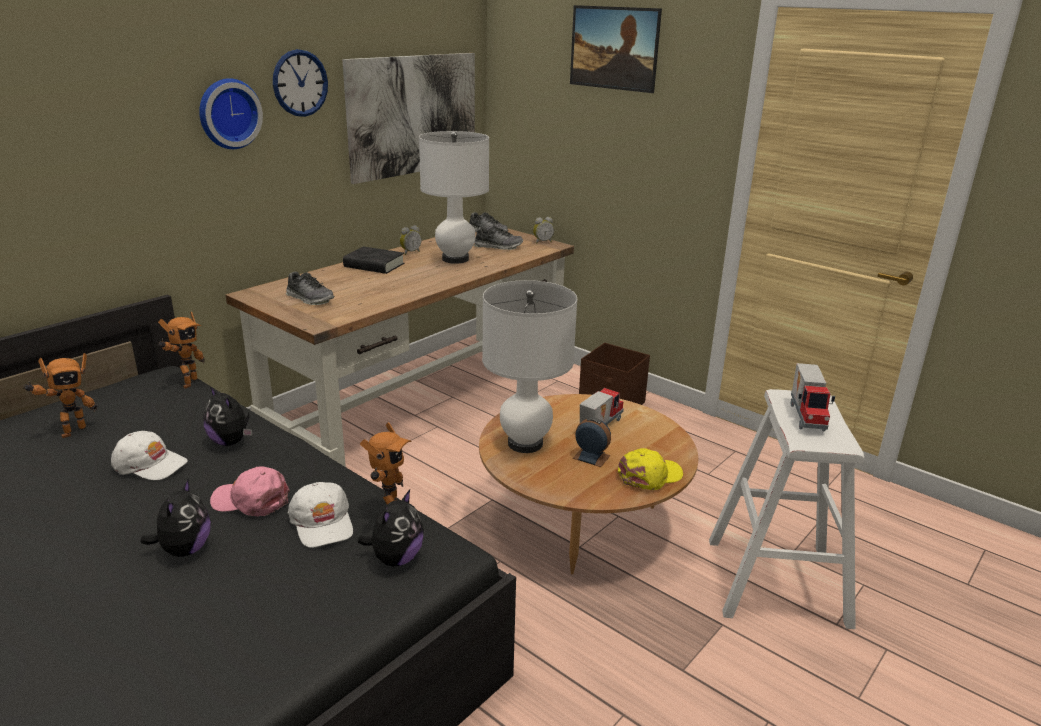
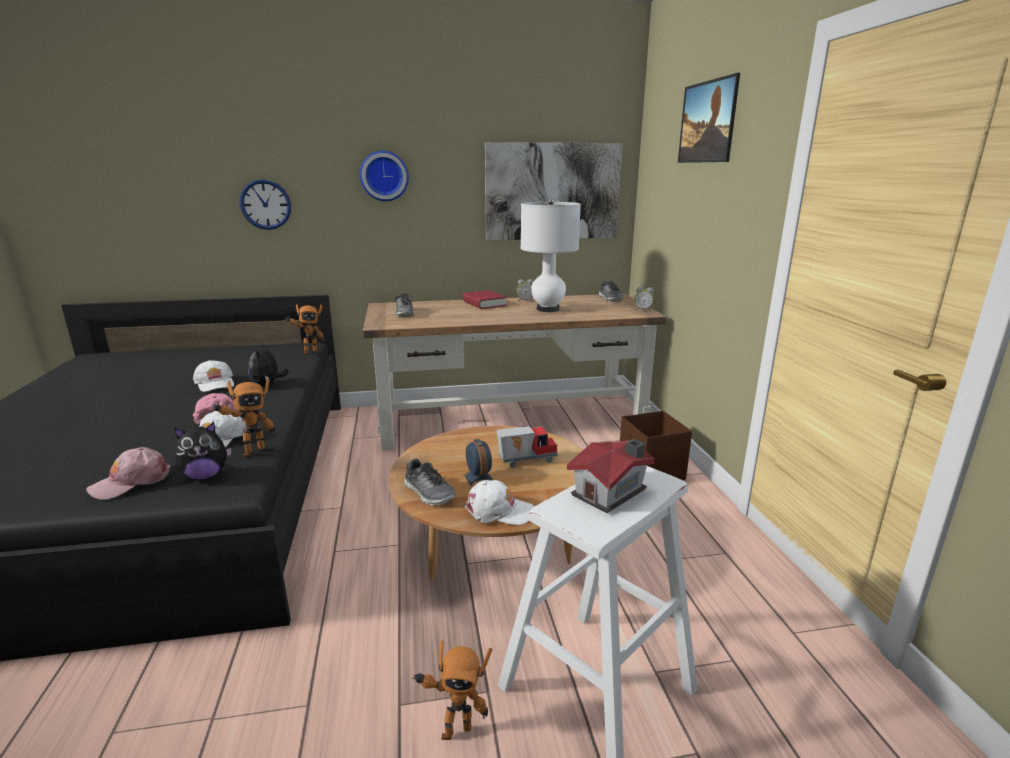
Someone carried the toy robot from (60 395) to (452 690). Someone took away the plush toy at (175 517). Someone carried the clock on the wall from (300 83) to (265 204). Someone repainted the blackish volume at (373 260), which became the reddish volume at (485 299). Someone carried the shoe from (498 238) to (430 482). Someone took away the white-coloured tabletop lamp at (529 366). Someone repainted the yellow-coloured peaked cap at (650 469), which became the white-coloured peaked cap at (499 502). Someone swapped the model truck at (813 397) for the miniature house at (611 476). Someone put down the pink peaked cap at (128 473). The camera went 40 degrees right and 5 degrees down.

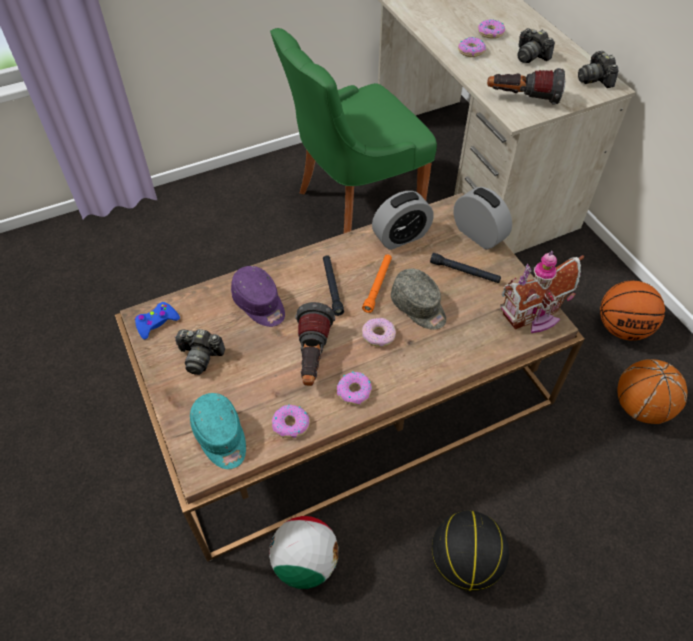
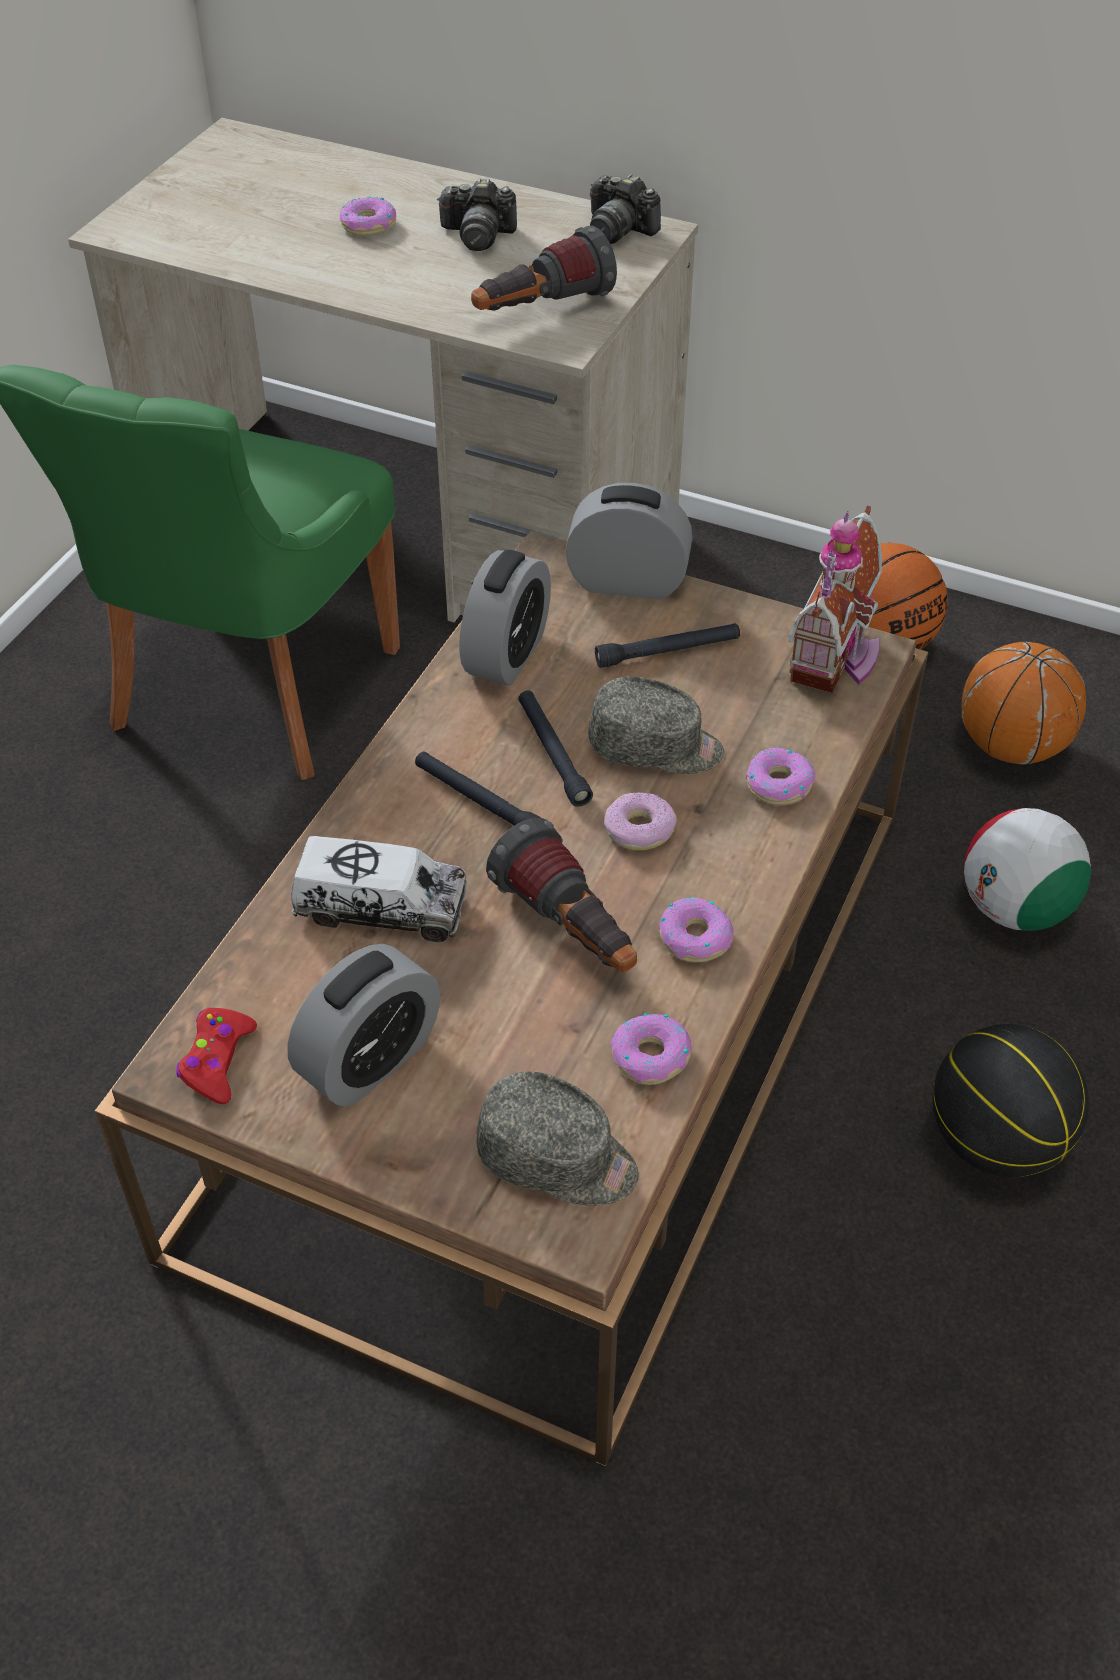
Someone repainted the bluish gamepad at (157 320), which became the reddish gamepad at (216 1056). Someone swapped the photo camera at (200 352) for the alarm clock at (363 1025). Someone repainted the blue-green peaked cap at (218 431), which became the grey peaked cap at (557 1138). Someone swapped the purple peaked cap at (258 296) for the model truck at (379 889). Someone carried the ball for football from (304 552) to (1027 869). Someone repainted the orange hand torch at (377 283), which became the blackish hand torch at (555 748). Someone carried the donut from (472 47) to (780 776). The camera went 40 degrees left and 5 degrees down.

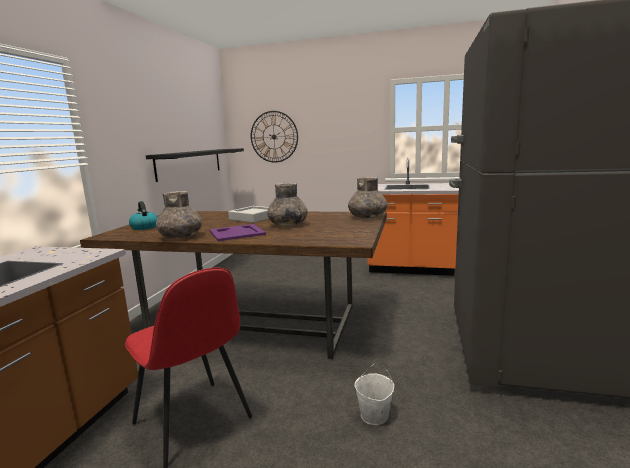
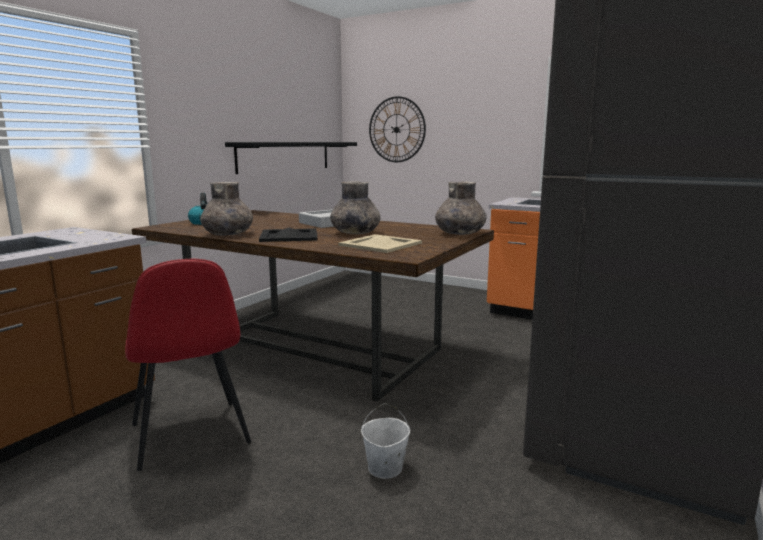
Someone repainted the purple serving tray at (238 232), which became the blackish serving tray at (288 235). Someone put down the sand-coloured serving tray at (380 243). The camera went 15 degrees right and 0 degrees up.

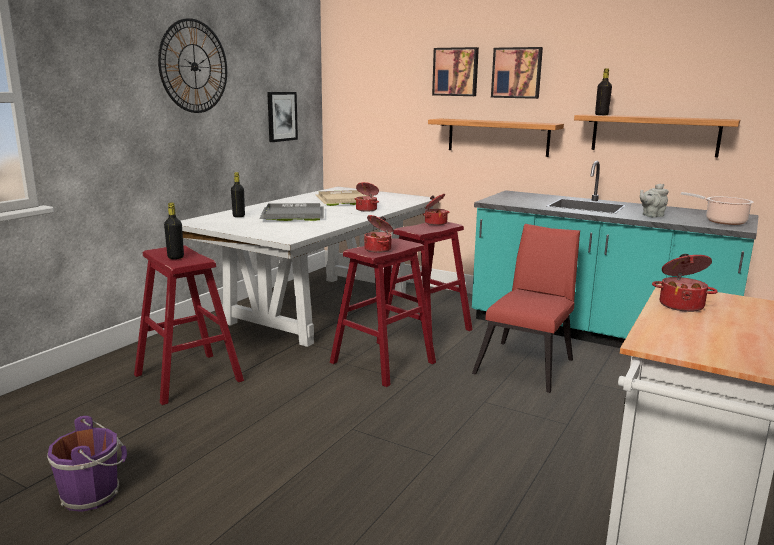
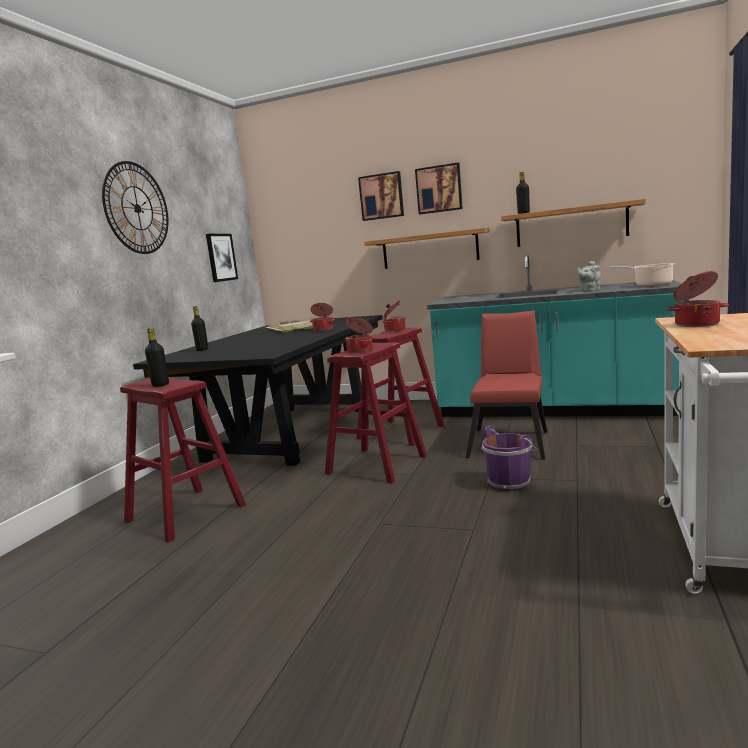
Someone carried the purple pail from (87 464) to (509 458). Someone repainted the white-coloured dinner table at (310 267), which became the blackish dinner table at (258 390). Someone took away the grey serving tray at (291 212). The camera went 10 degrees left and 5 degrees down.

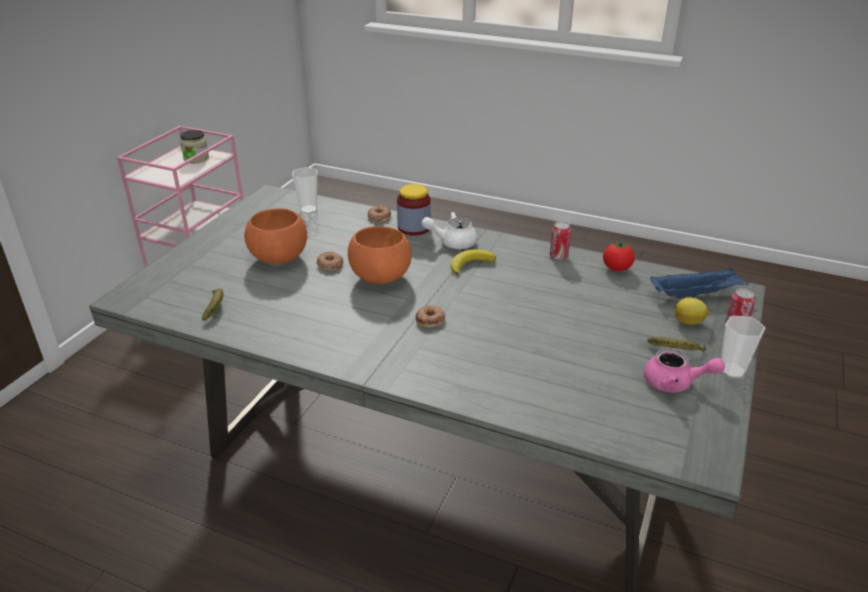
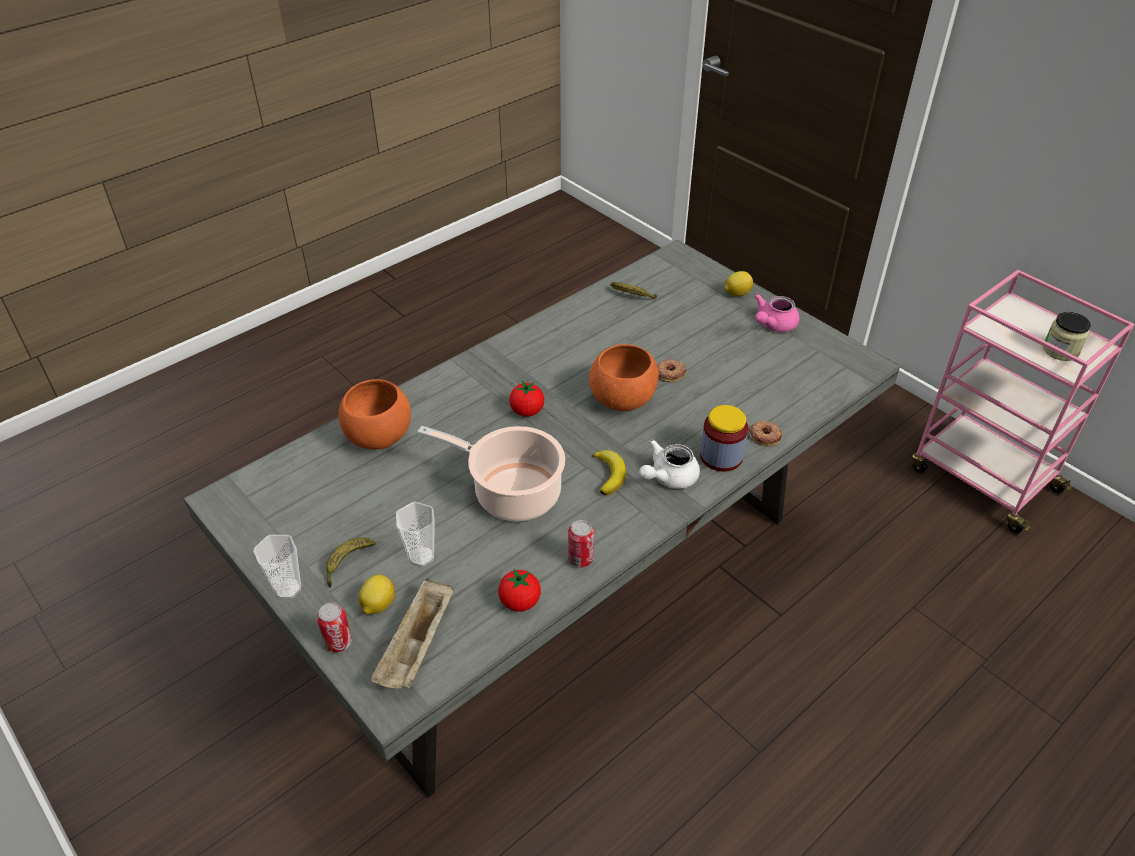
Someone carried the orange deep dish from (275 236) to (375 414). Someone carried the cup from (305 190) to (415 534). Someone swapped the donut at (430 316) for the whole tomato at (526 398). Someone rotated the white-coloured teapot at (449 230) by 150 degrees counterclockwise. Someone carried the pink teapot from (684 370) to (777 313). Someone repainted the bluish serving tray at (699 283), which became the sand-coloured serving tray at (412 633). Someone put down the stockpot at (491 473). Someone put down the lemon at (738 284). The camera went 115 degrees right and 10 degrees up.

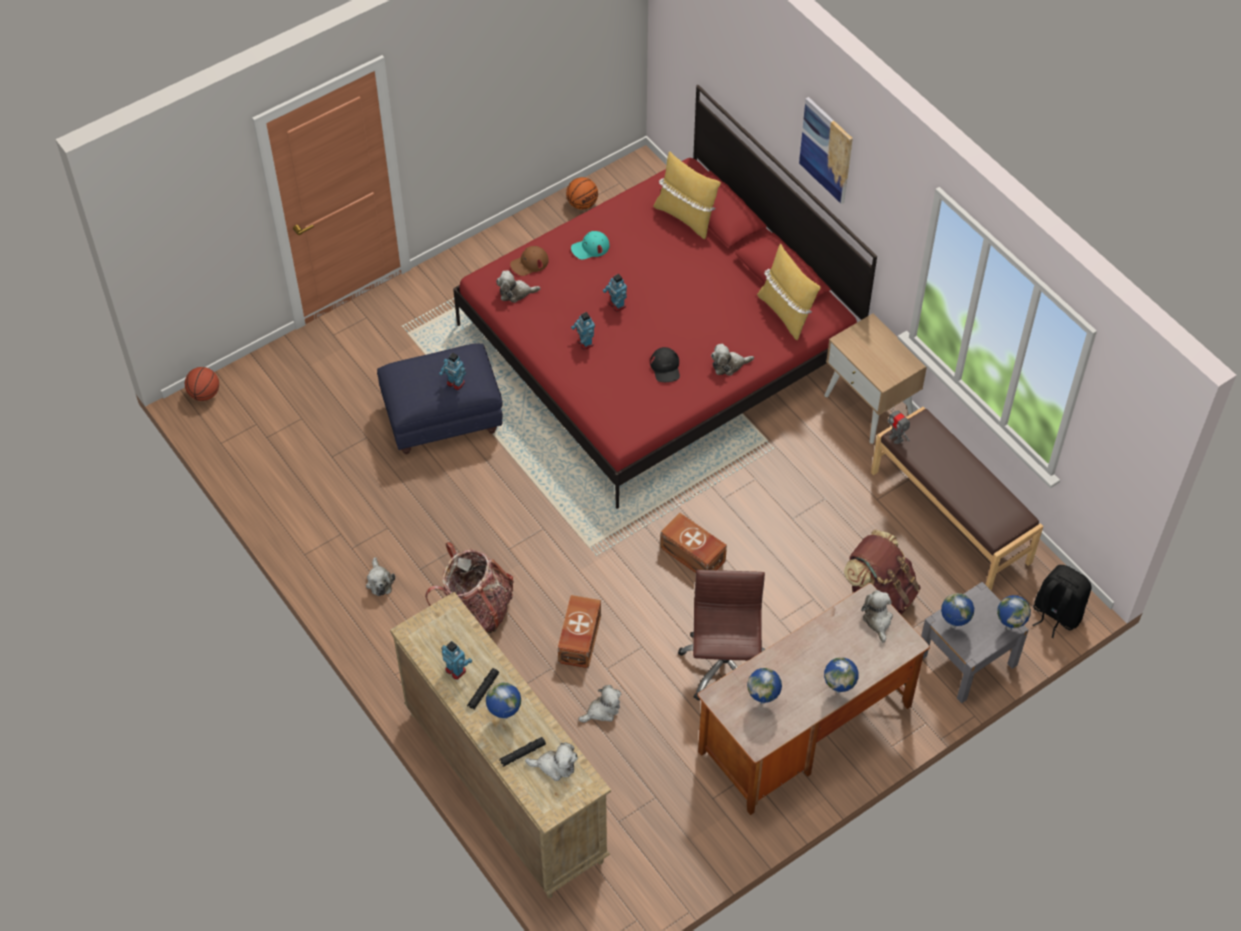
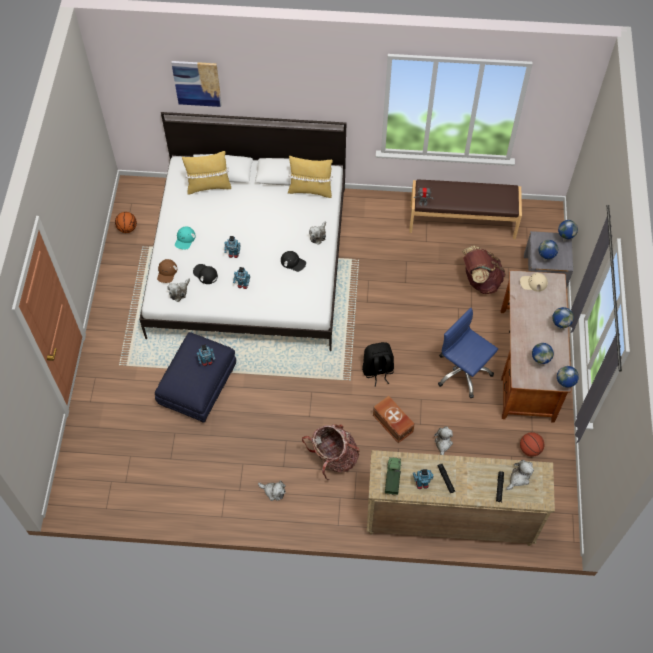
Someone carried the ball for basketball from (202 384) to (532 444). Someone repainted the reddish bed at (665 297), which became the white-coloured bed at (242 231). Someone carried the globe from (503 700) to (568 377). Someone took away the brown storage bin at (693 543). Someone repainted the brown office chair at (722 635), which became the bluish office chair at (468 353). Someone carried the picture from (826 150) to (196 84). Someone took away the sand-coloured night table at (875 378). Someone swapped the plush toy at (877 616) for the sand-coloured peaked cap at (534 282). Someone carried the blackish knapsack from (1062 601) to (378 364). Someone put down the blackish peaked cap at (205 274). Someone put down the model truck at (393 476). The camera went 50 degrees left and 5 degrees up.

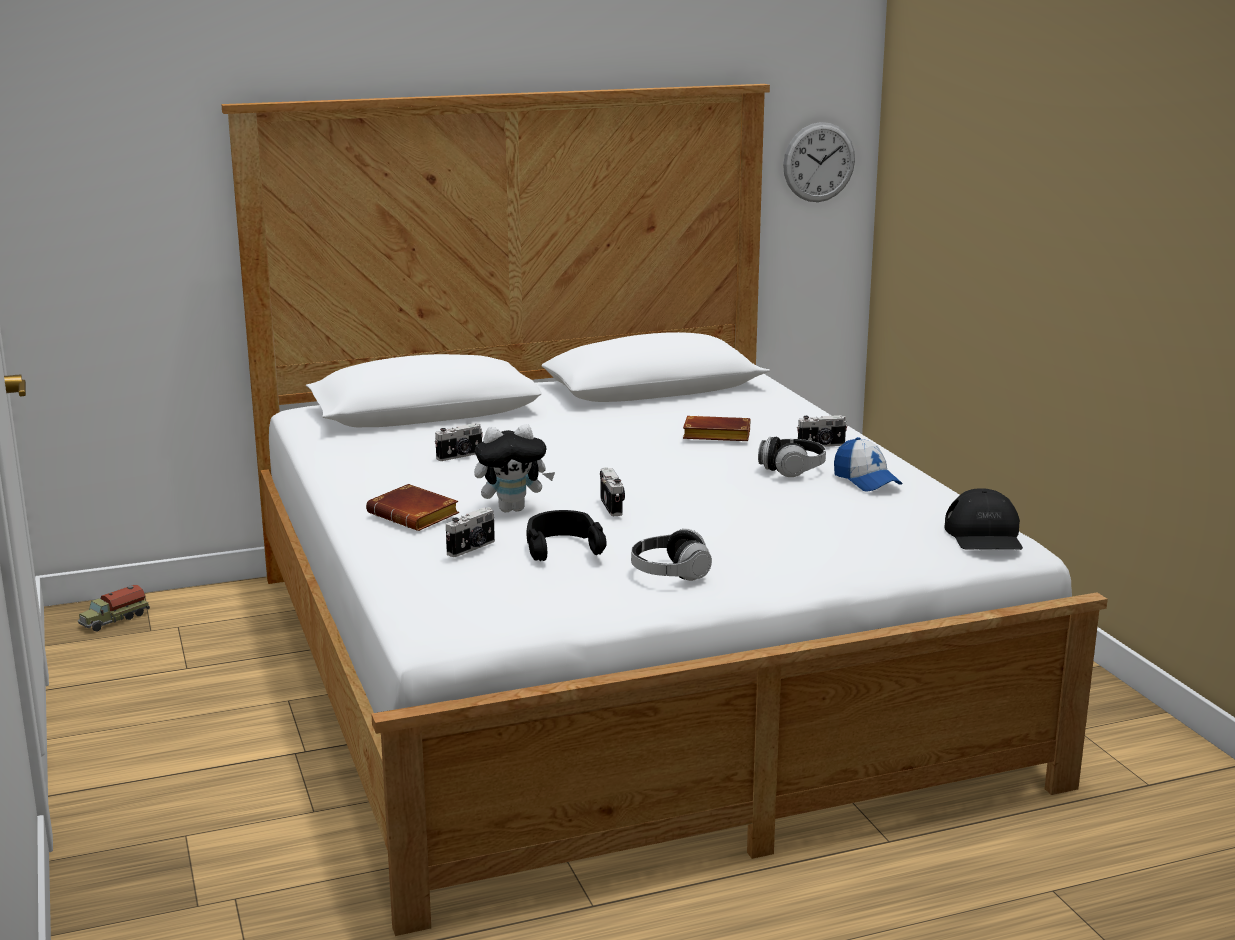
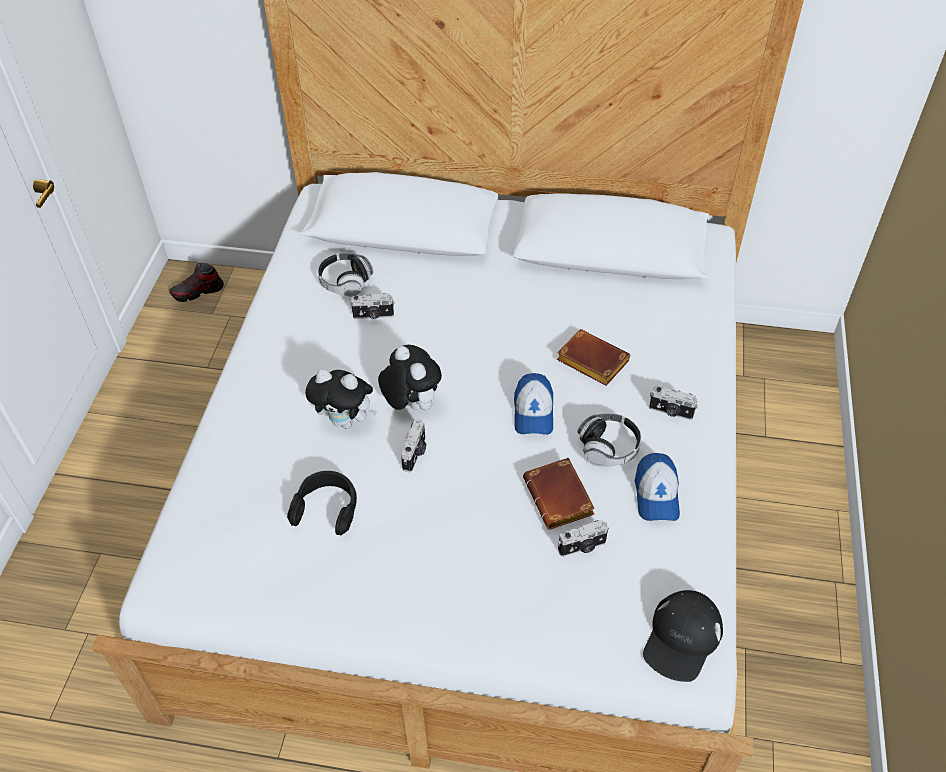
Someone swapped the model truck at (114 608) for the shoe at (197 282). Someone carried the brown volume from (412 507) to (559 494). Someone carried the photo camera from (470 532) to (583 538). Someone carried the headphones from (671 555) to (345 274). Someone took away the clock on the wall at (819 162). Someone put down the plush toy at (410 377). Someone put down the peaked cap at (533 404). The camera went 30 degrees right and 30 degrees up.

